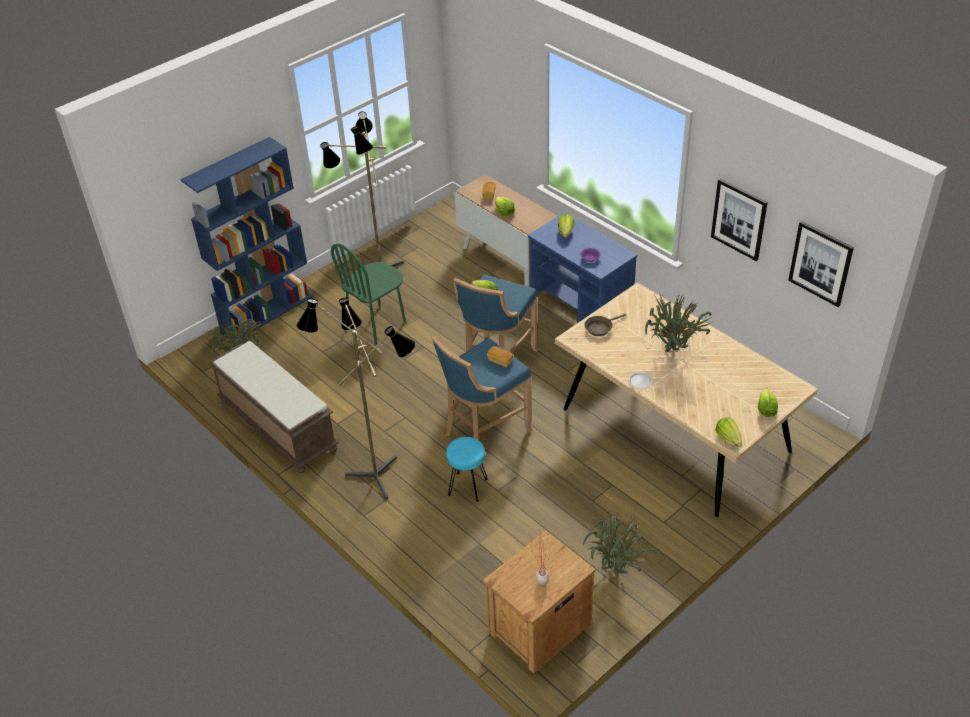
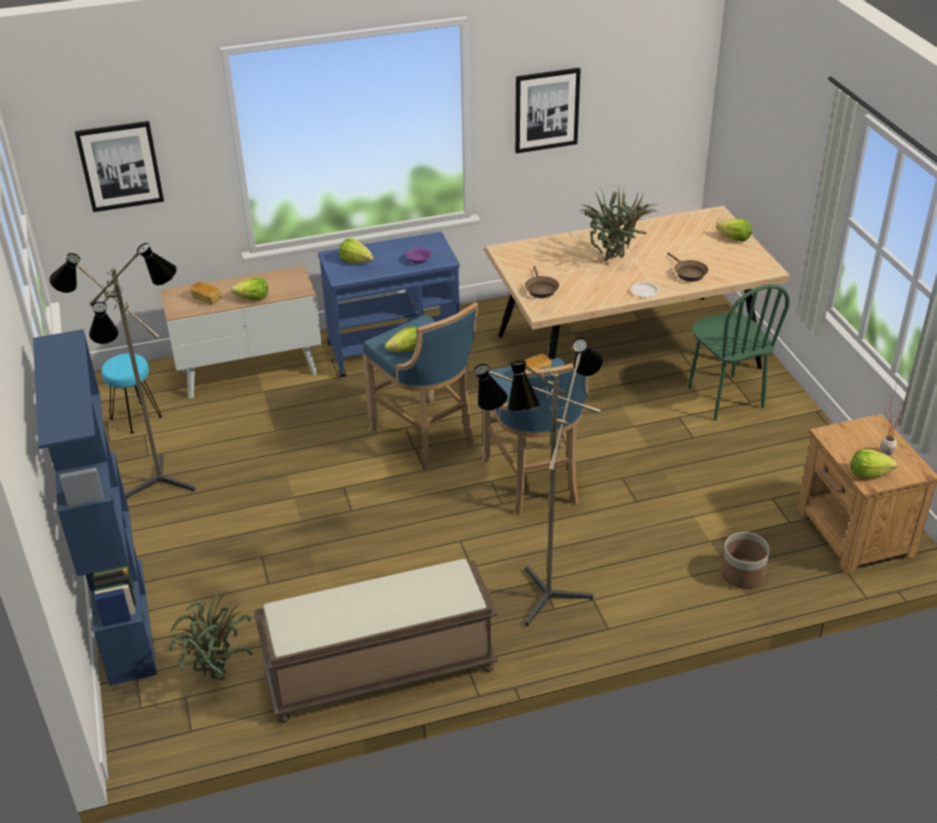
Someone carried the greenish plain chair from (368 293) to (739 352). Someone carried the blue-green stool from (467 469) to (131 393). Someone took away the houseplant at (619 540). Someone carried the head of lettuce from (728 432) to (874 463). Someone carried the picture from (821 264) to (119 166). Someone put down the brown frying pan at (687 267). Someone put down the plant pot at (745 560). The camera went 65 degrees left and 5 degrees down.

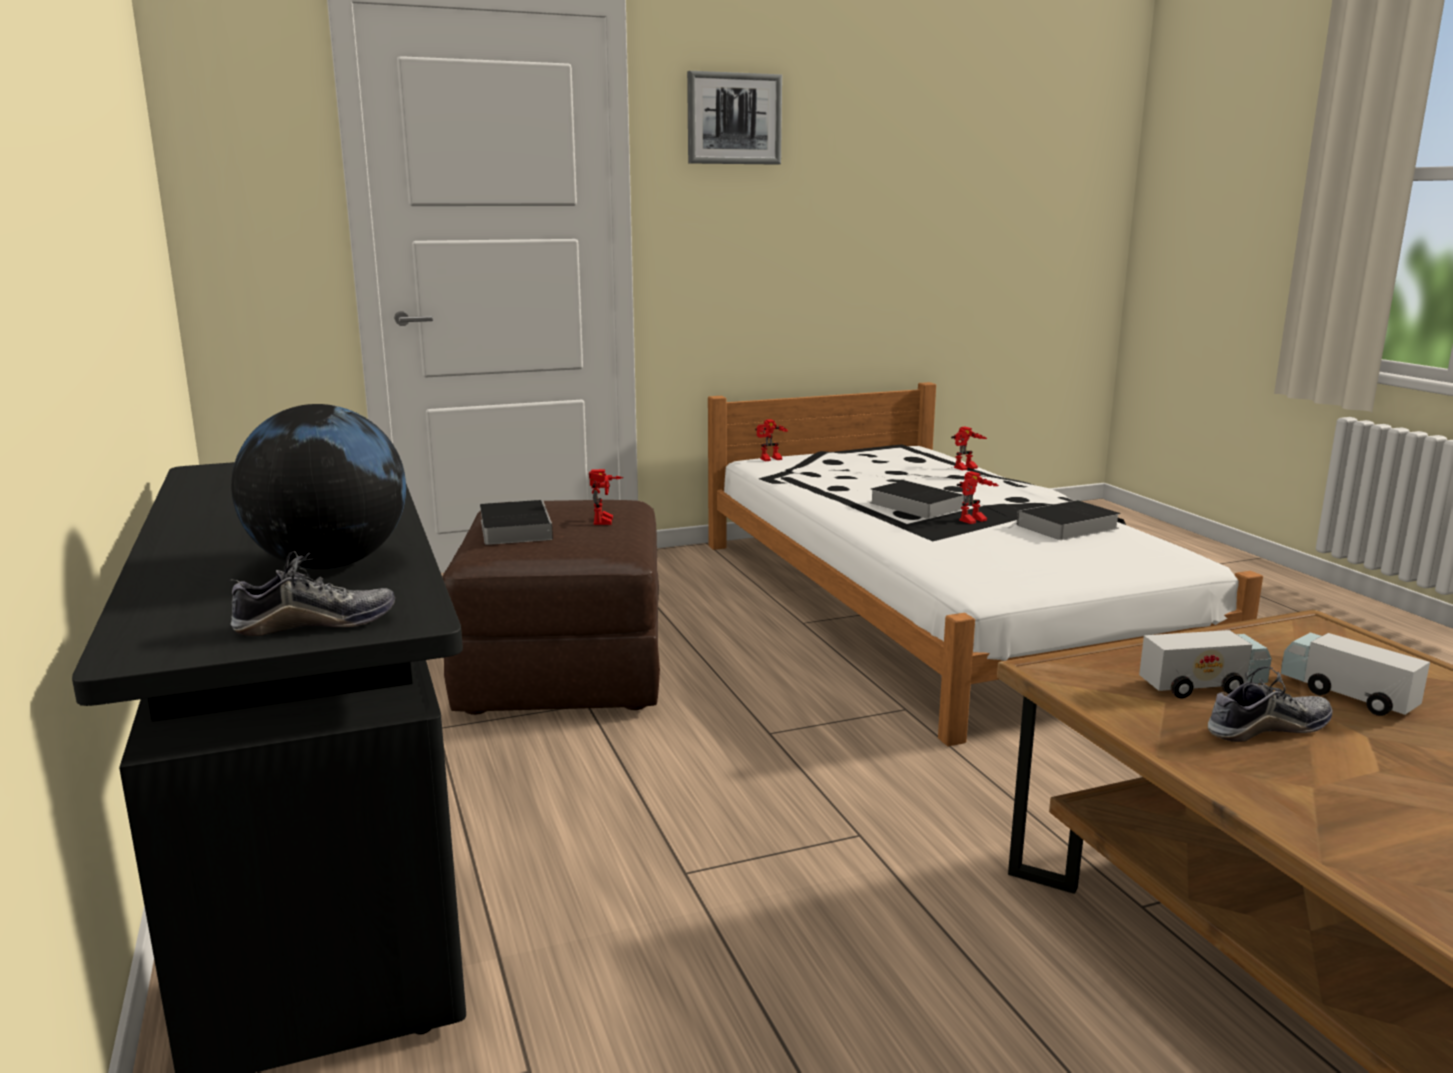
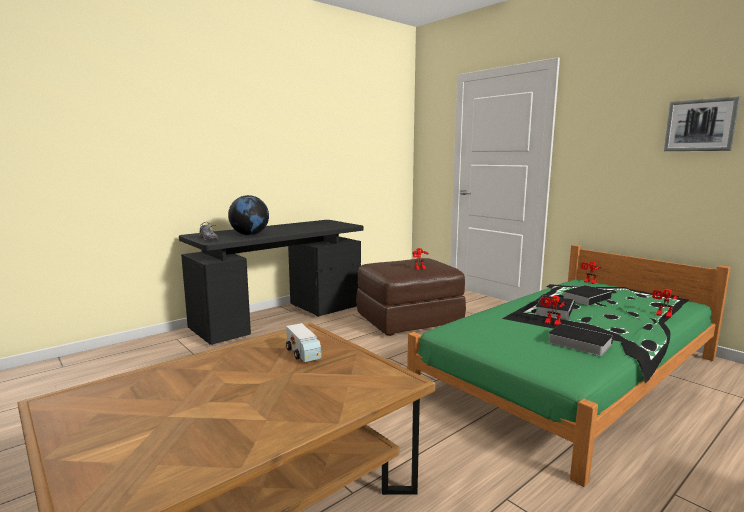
Someone carried the volume from (516 522) to (587 295). Someone carried the picture from (734 118) to (702 123). Someone repainted the white-coloured bed at (985 564), which became the greenish bed at (569 365). Someone took away the shoe at (1270 704). Someone took away the model truck at (1355 674). The camera went 70 degrees right and 5 degrees down.

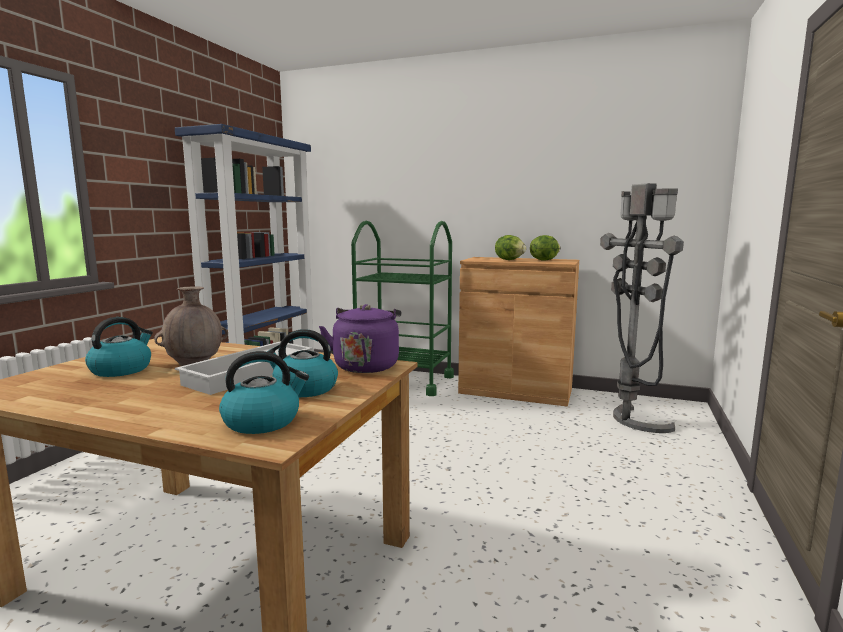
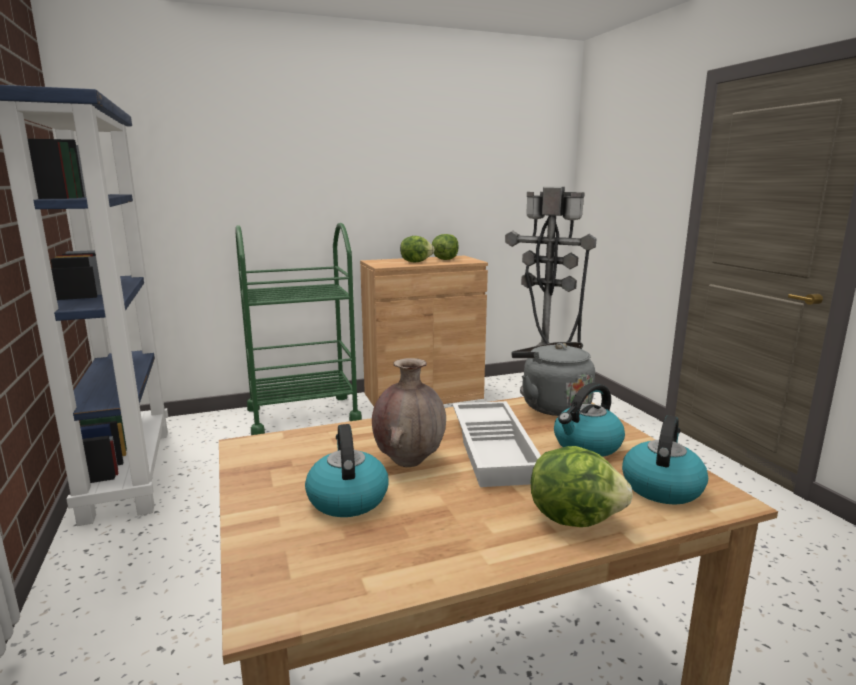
Someone repainted the purple kettle at (360 338), which became the grey kettle at (553 379). Someone put down the head of lettuce at (582 486). The camera went 40 degrees left and 5 degrees up.

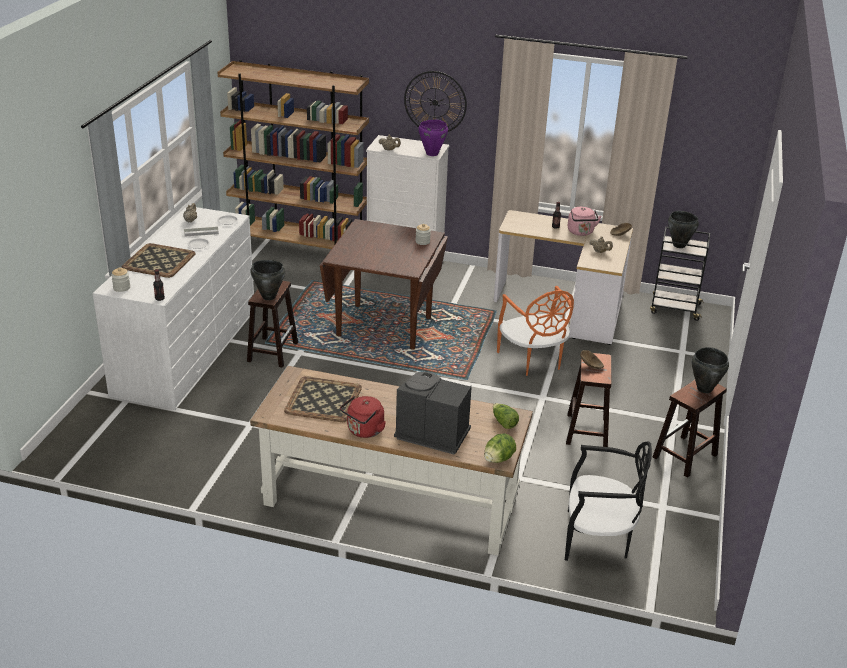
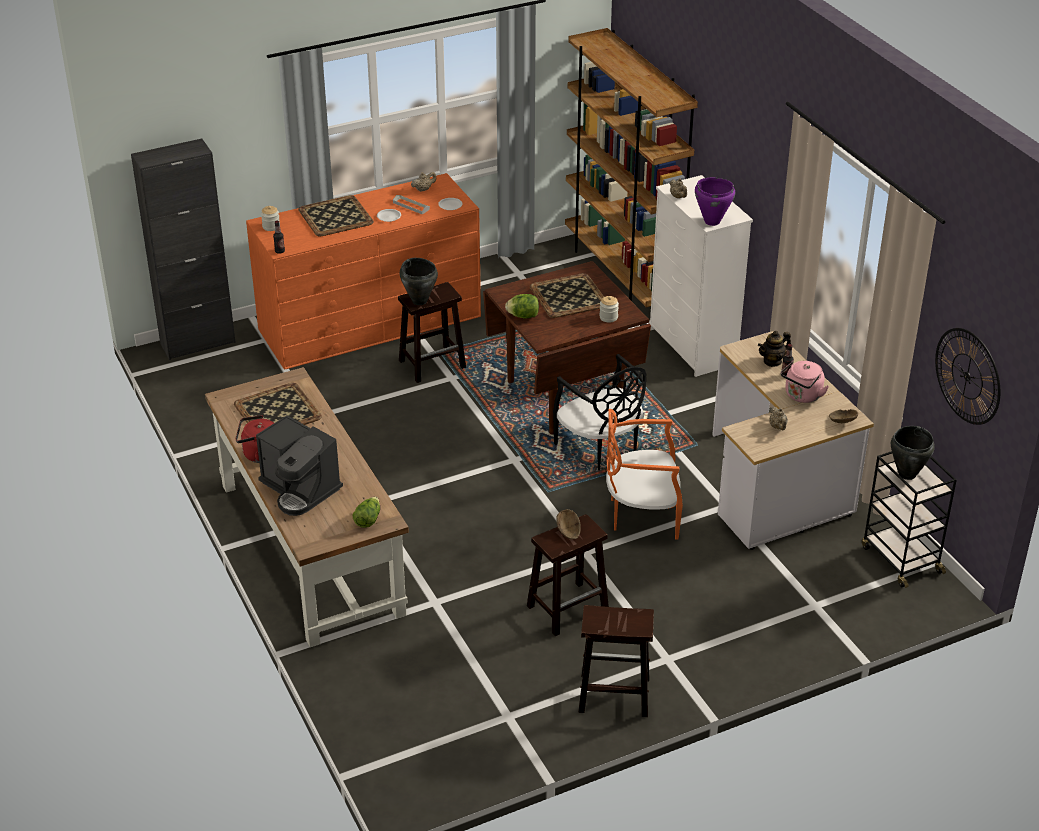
Someone repainted the white-coloured drawer chest at (173 308), which became the orange drawer chest at (363 271). Someone rotated the coffee machine at (433 413) by 150 degrees clockwise. Someone carried the clock on the wall from (435 101) to (967 376). Someone carried the head of lettuce from (500 448) to (522 306). Someone rotated the orange plain chair at (535 331) by 60 degrees clockwise. Someone carried the blackish plain chair from (608 501) to (599 412). Someone took away the blackish stockpot at (710 370). Someone put down the blackish cupboard at (183 249). Someone put down the serving tray at (566 295). Someone put down the teapot at (774 349). The camera went 50 degrees right and 5 degrees up.

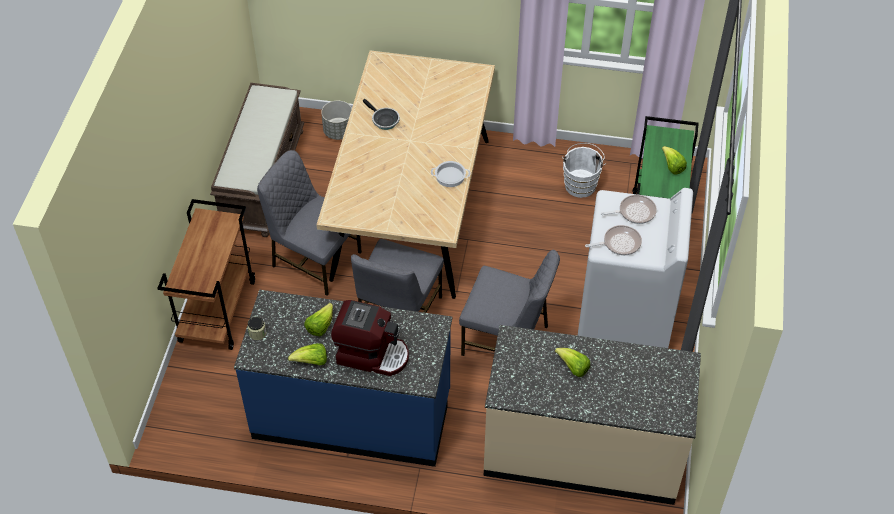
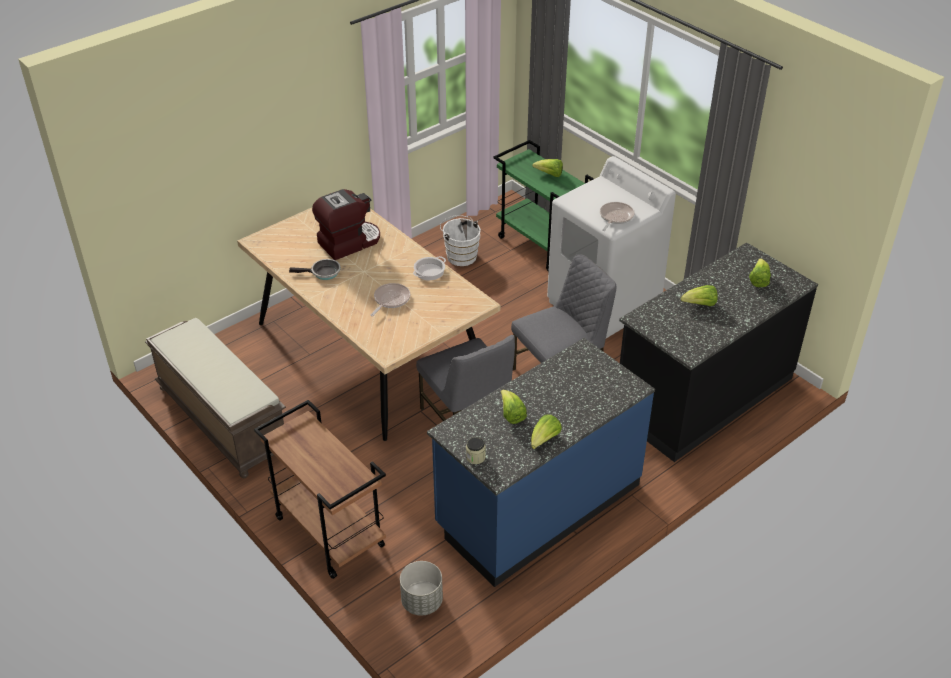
Someone took away the grey plain chair at (309 223). Someone carried the grey plant pot from (336 120) to (421 588). Someone carried the coffee machine from (370 338) to (346 224). Someone repainted the sand-coloured counter at (592 415), which became the blackish counter at (718 352). Someone carried the frying pan from (629 209) to (390 299). Someone put down the head of lettuce at (760 272). The camera went 50 degrees left and 10 degrees down.

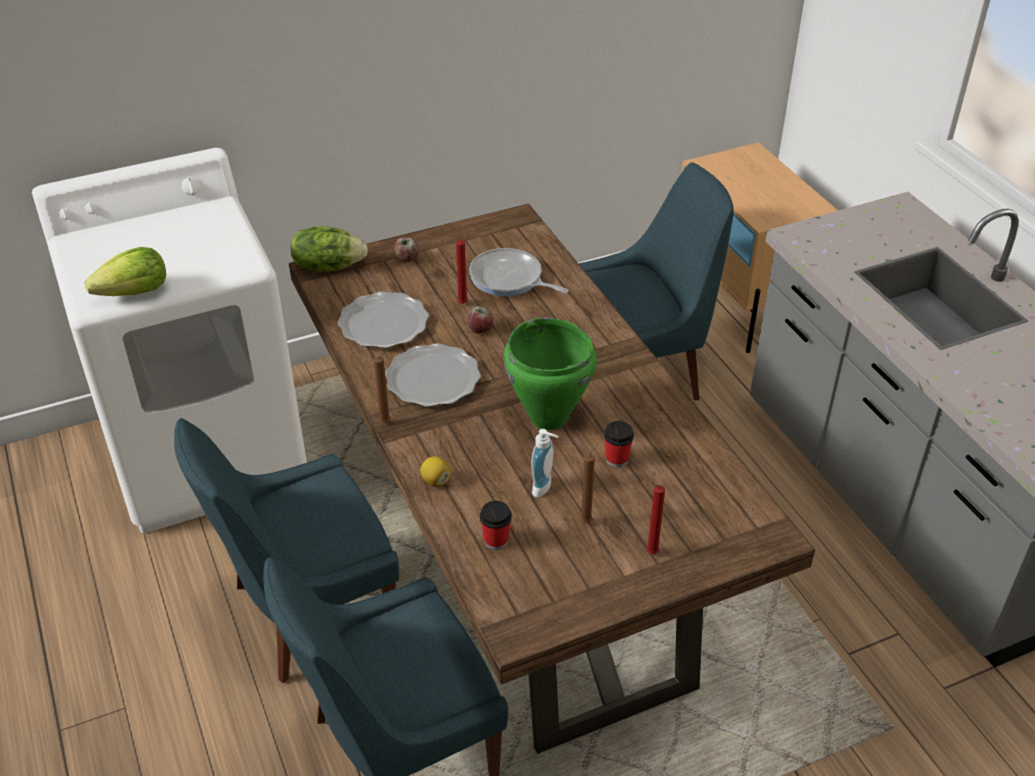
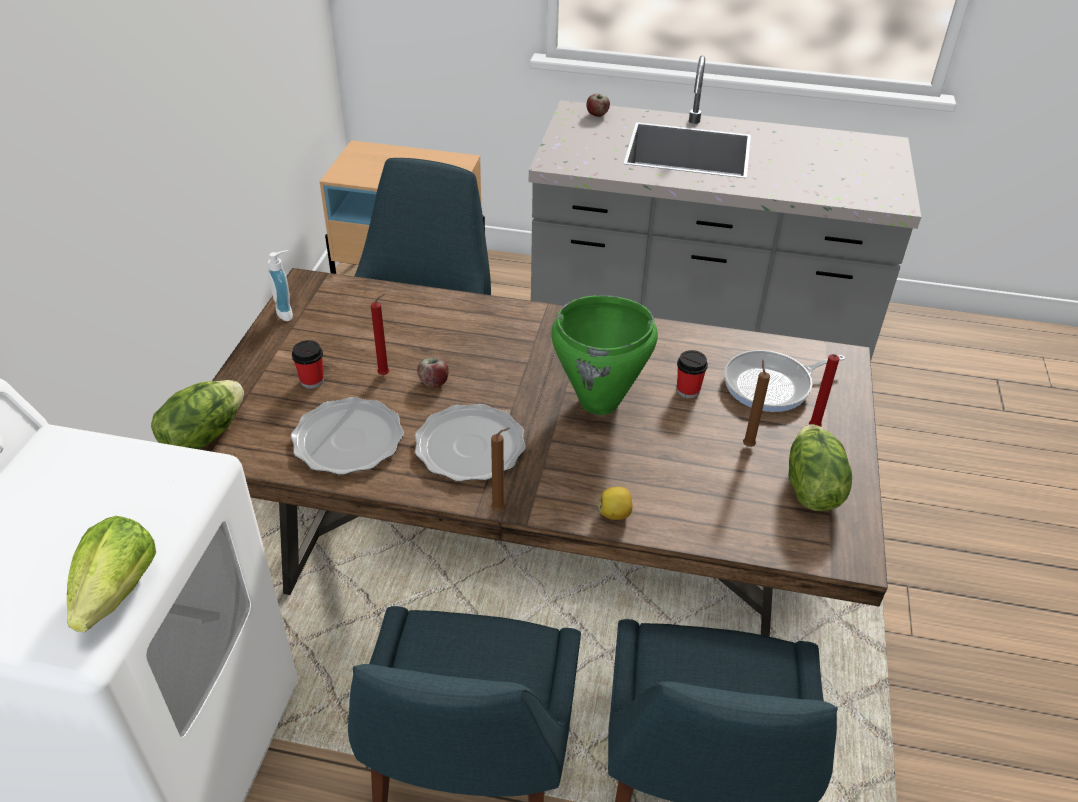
Someone carried the apple fruit from (406 249) to (598 105). Someone carried the frying pan from (519 272) to (784 381). Someone carried the cup from (496 525) to (308 364). Someone carried the soap bottle from (545 463) to (280 285). Someone put down the head of lettuce at (820 467). The camera went 55 degrees left and 0 degrees up.

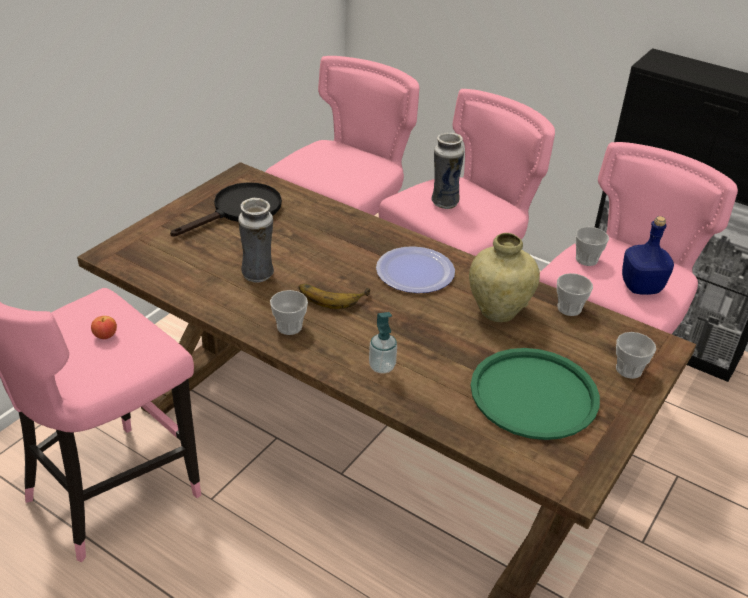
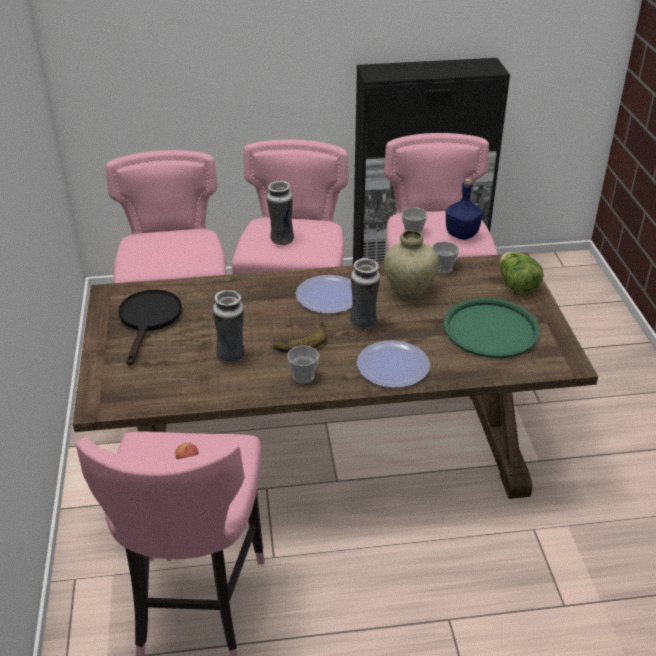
Someone swapped the soap bottle at (383 343) for the dinner plate at (393 364). Someone swapped the cup at (636 355) for the head of lettuce at (522 274). Someone put down the flower vase at (365 294). The camera went 40 degrees left and 0 degrees up.

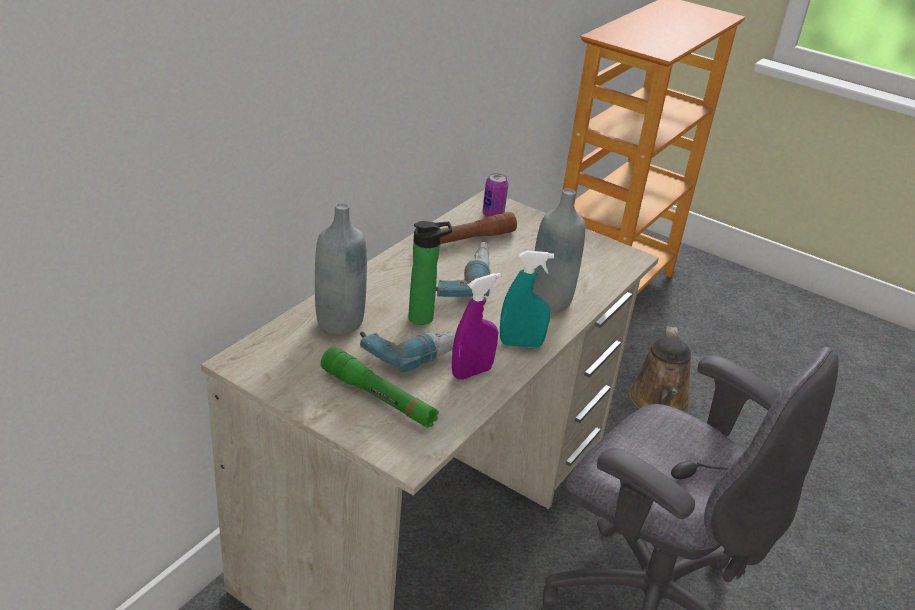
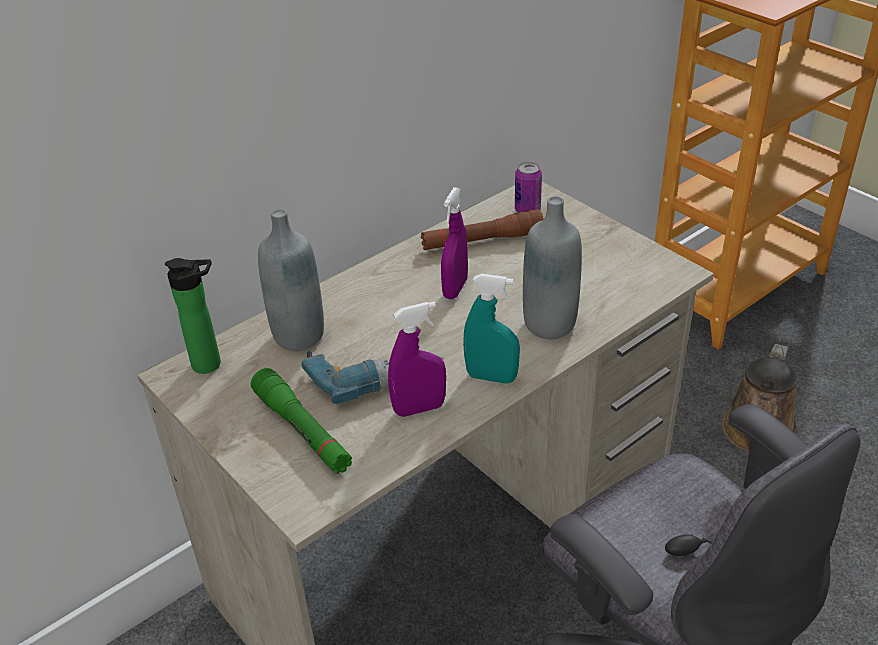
Someone carried the drink bottle from (430 273) to (193 316). Someone swapped the electric drill at (463 269) for the purple hand sprayer at (454 243). The camera went 20 degrees right and 5 degrees up.

